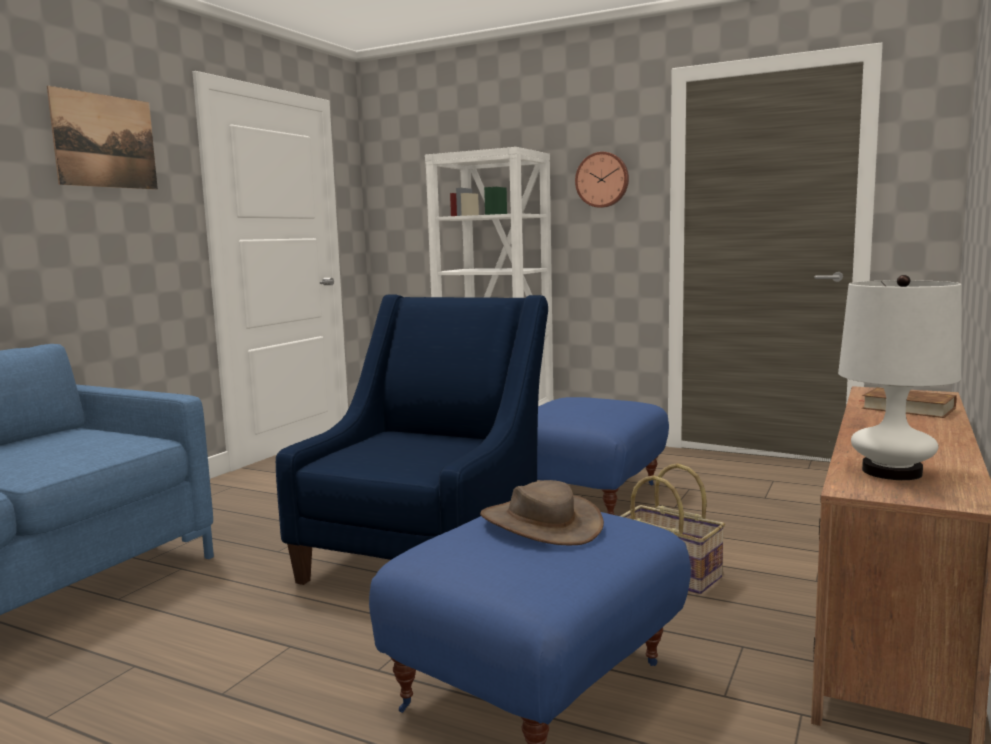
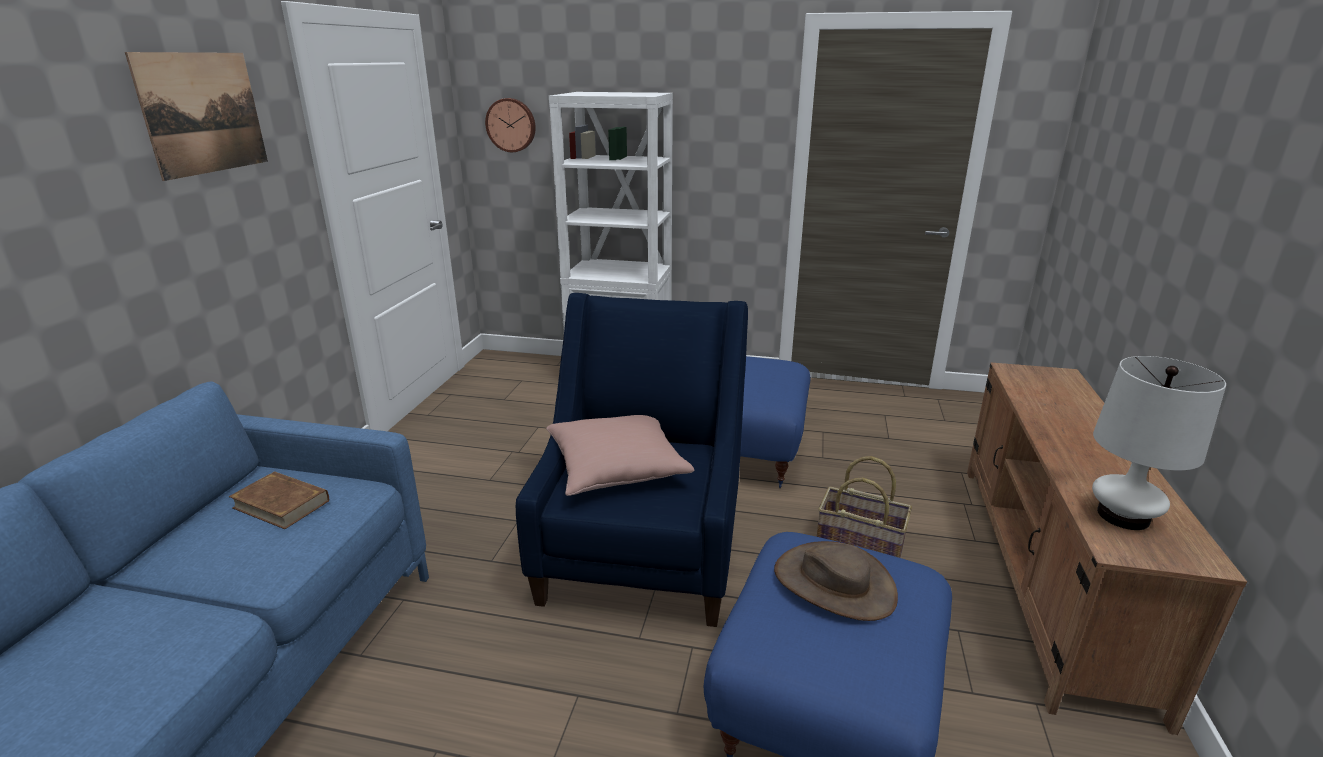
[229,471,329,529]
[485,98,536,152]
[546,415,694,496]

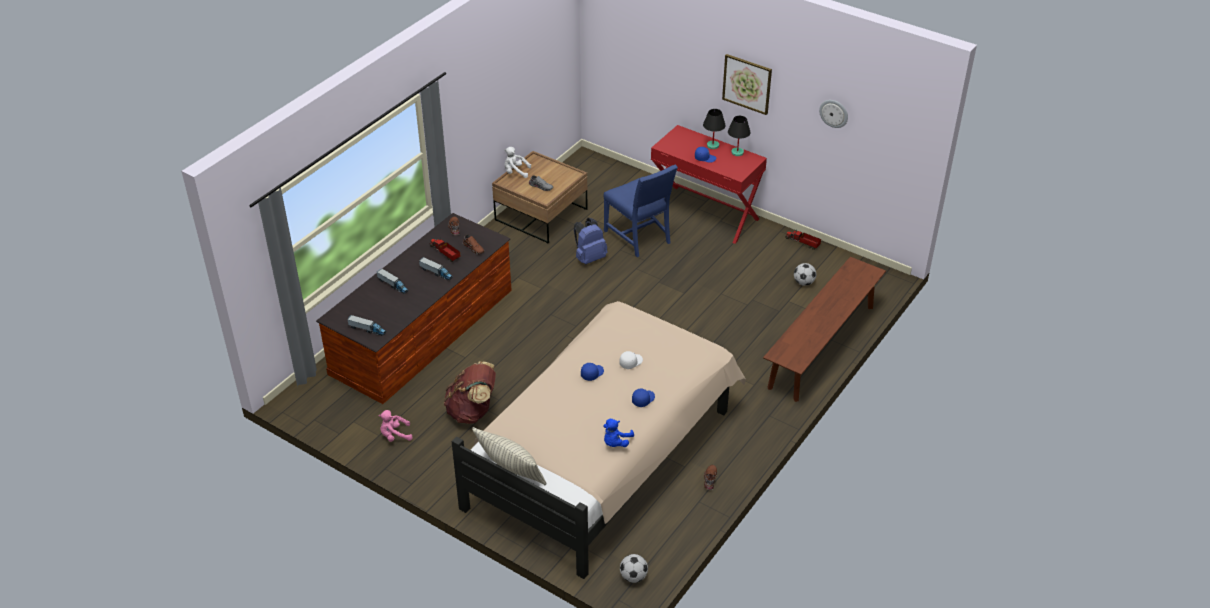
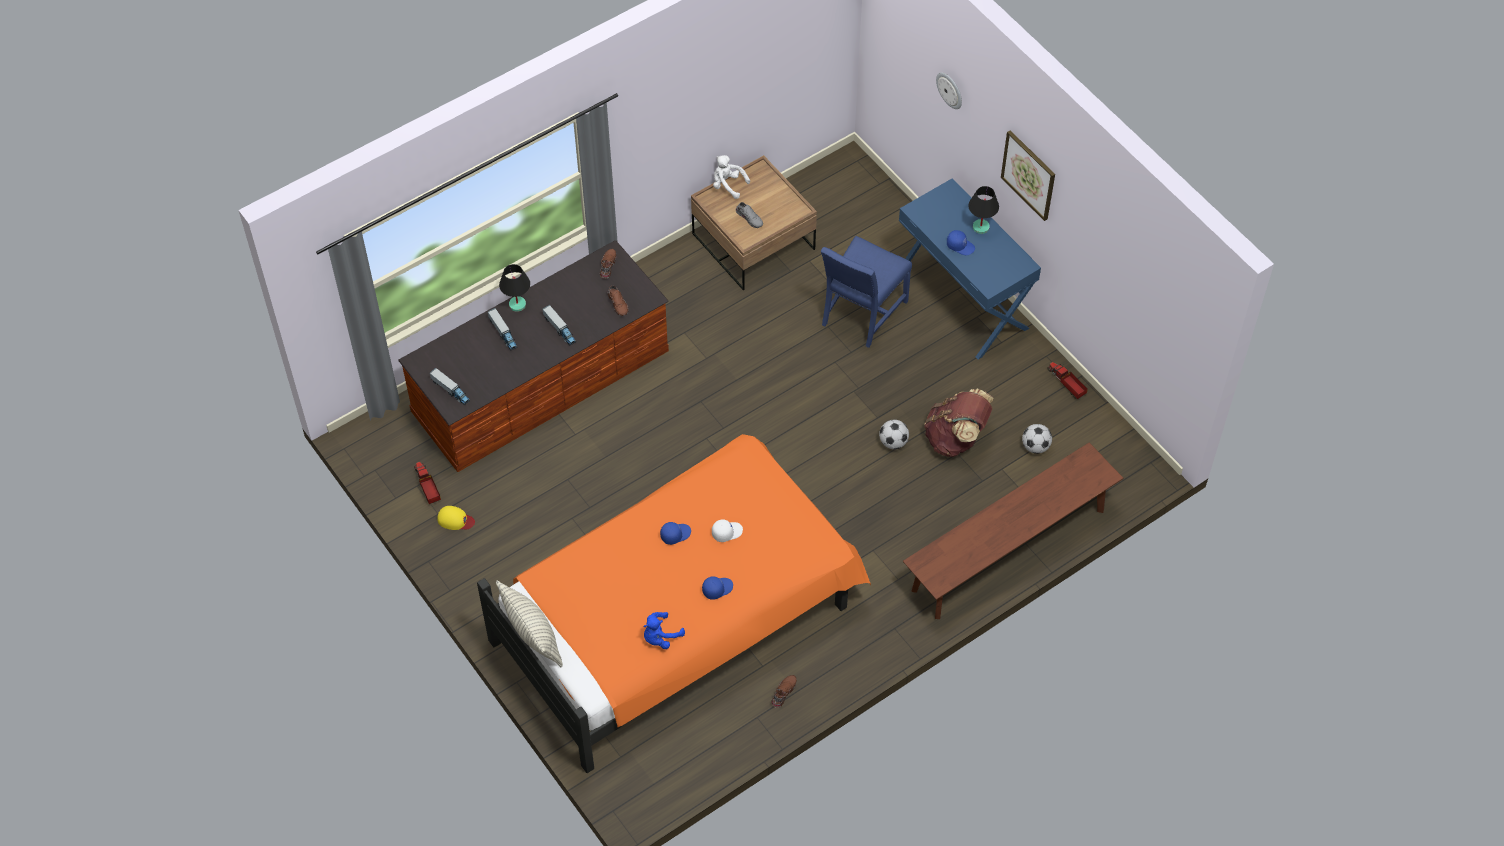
[414,462,441,504]
[437,506,475,530]
[477,434,871,773]
[499,264,530,312]
[821,236,912,348]
[879,420,909,449]
[899,178,1041,360]
[924,389,994,457]
[936,72,962,109]
[574,218,607,265] (first image)

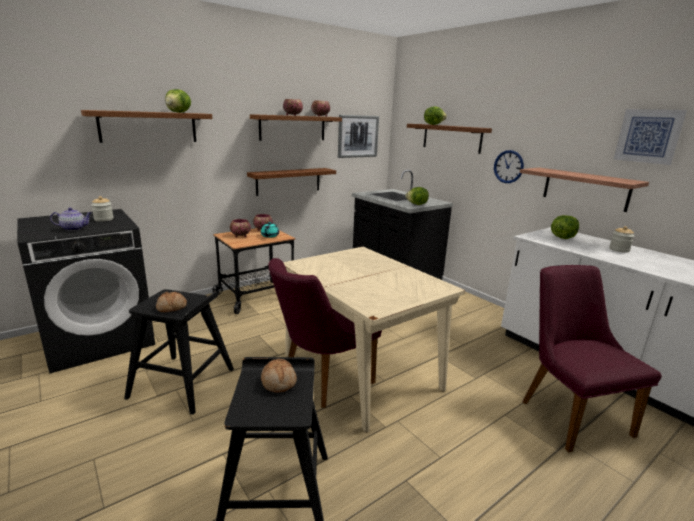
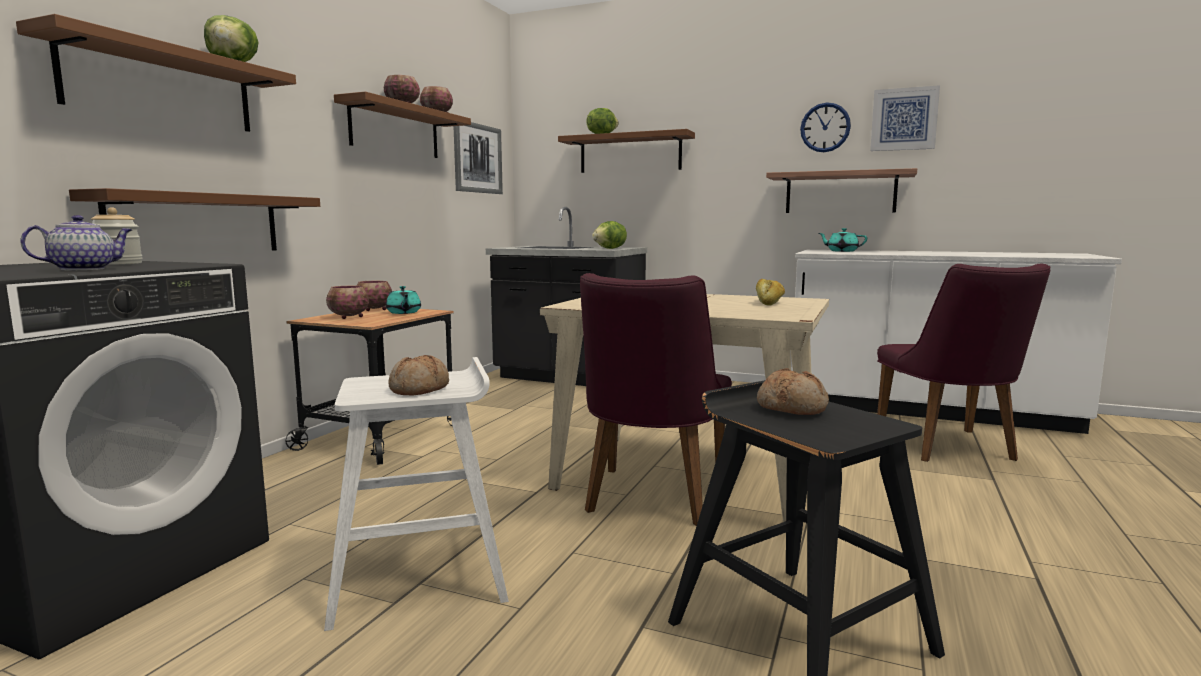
[69,188,320,251]
[324,357,509,631]
[756,279,785,306]
[800,102,851,152]
[818,228,867,252]
[877,264,1051,462]
[609,226,634,253] (first image)

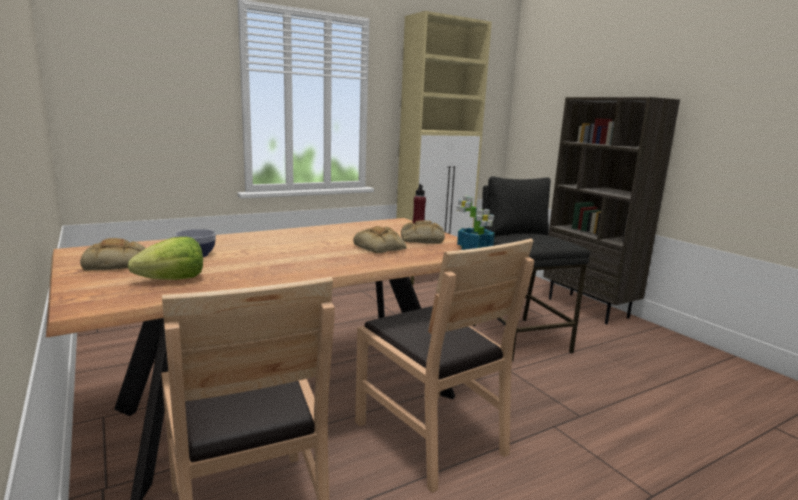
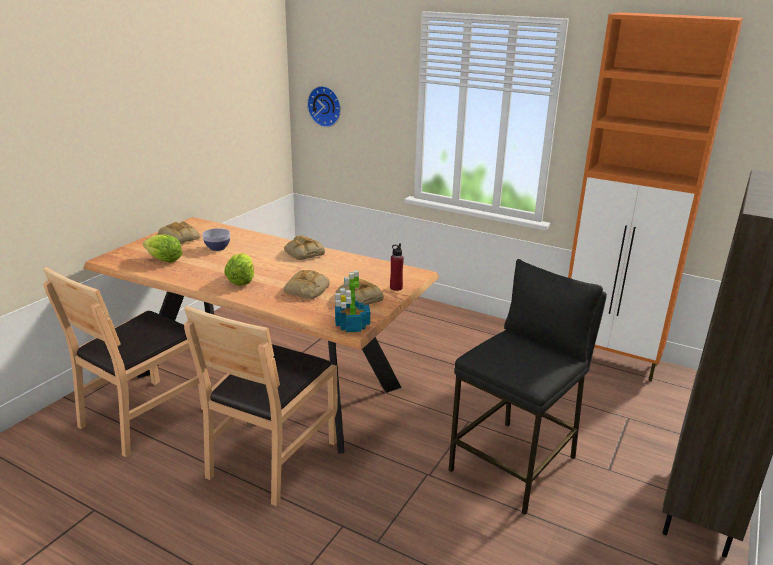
[224,253,254,286]
[284,235,325,260]
[307,86,341,127]
[568,12,743,381]

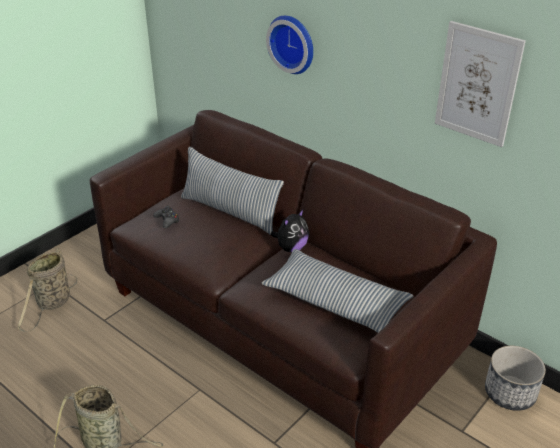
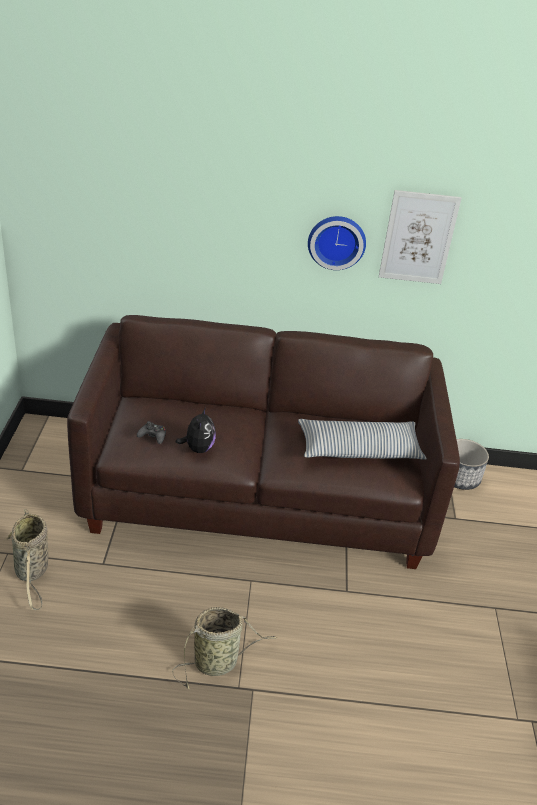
[176,407,216,453]
[308,216,366,270]
[181,147,284,234] (first image)

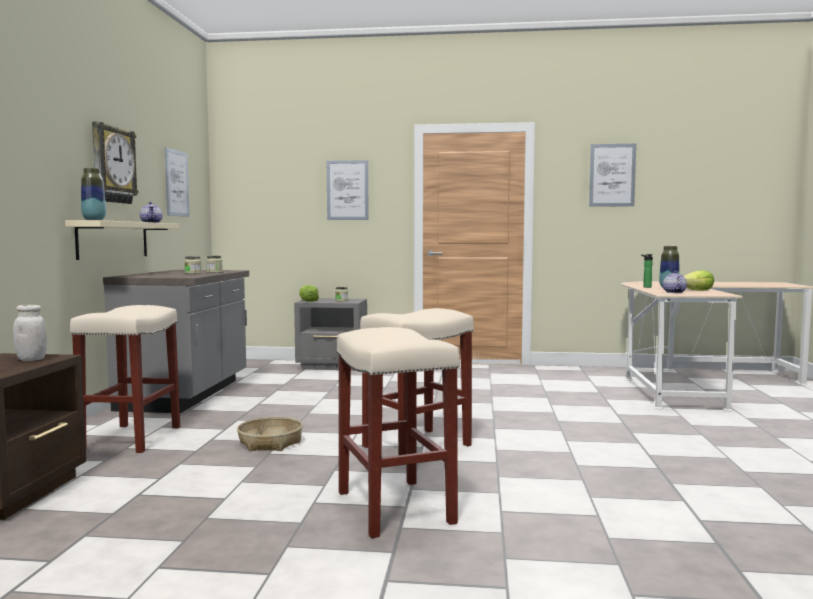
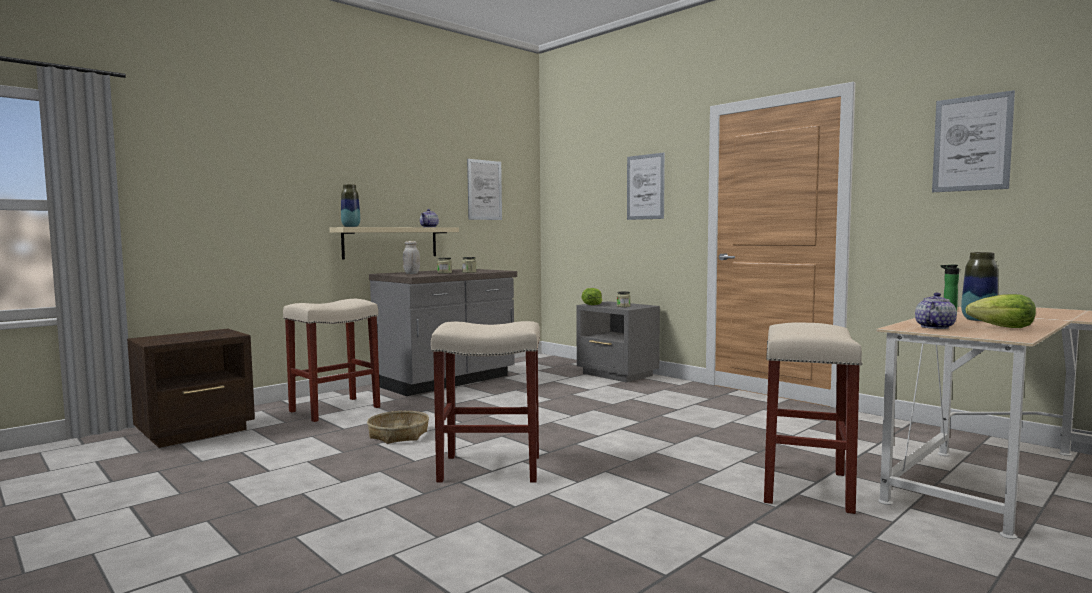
[403,241,420,274]
[764,322,863,514]
[92,122,139,204] (first image)

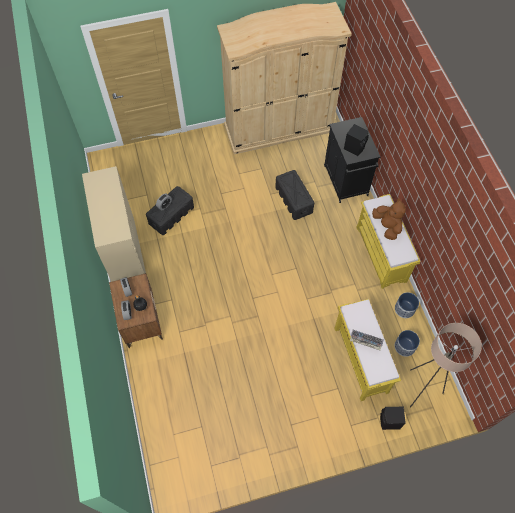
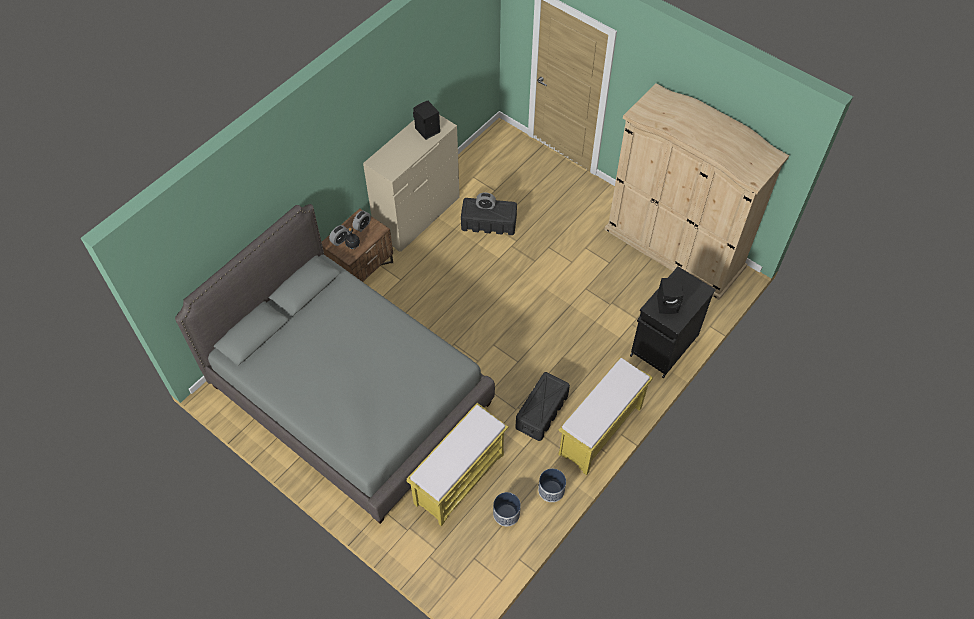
[175,204,495,524]
[413,101,440,140]
[516,372,570,441]
[350,330,384,350] (first image)
[372,198,406,240] (first image)
[410,323,482,407] (first image)

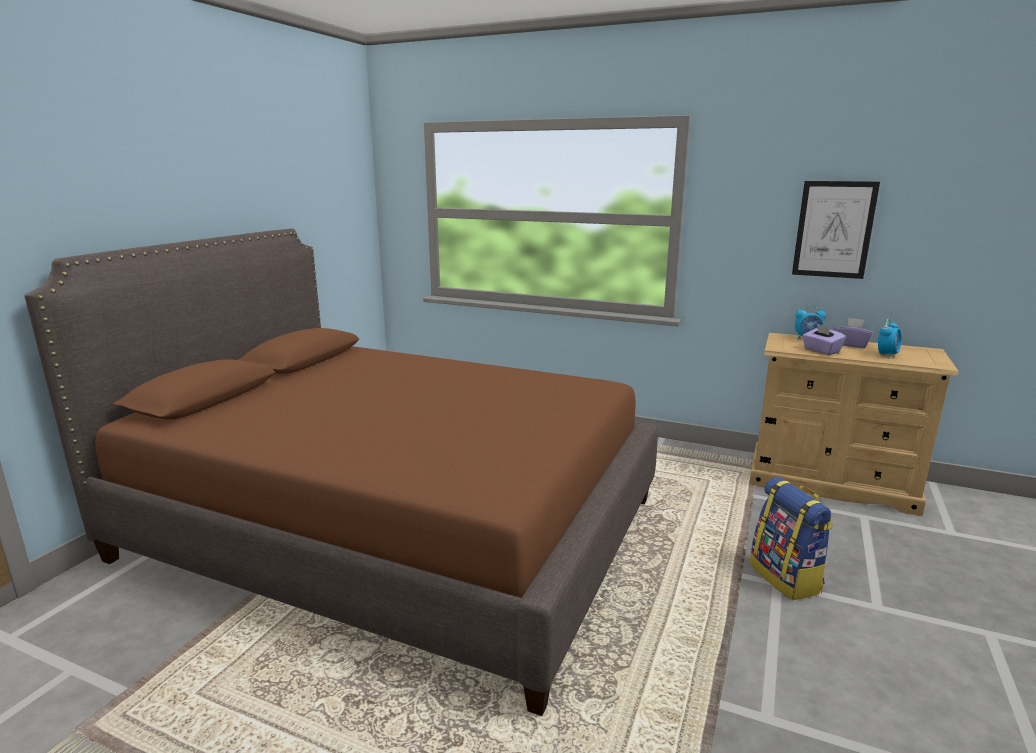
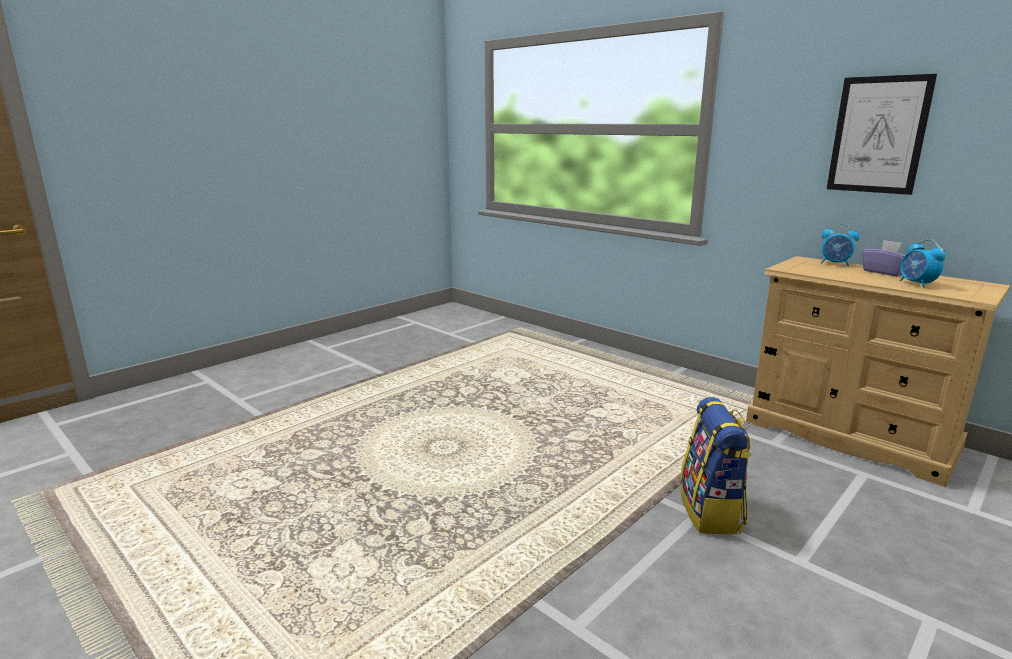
[900,239,946,288]
[24,228,658,716] (first image)
[802,324,846,355] (first image)

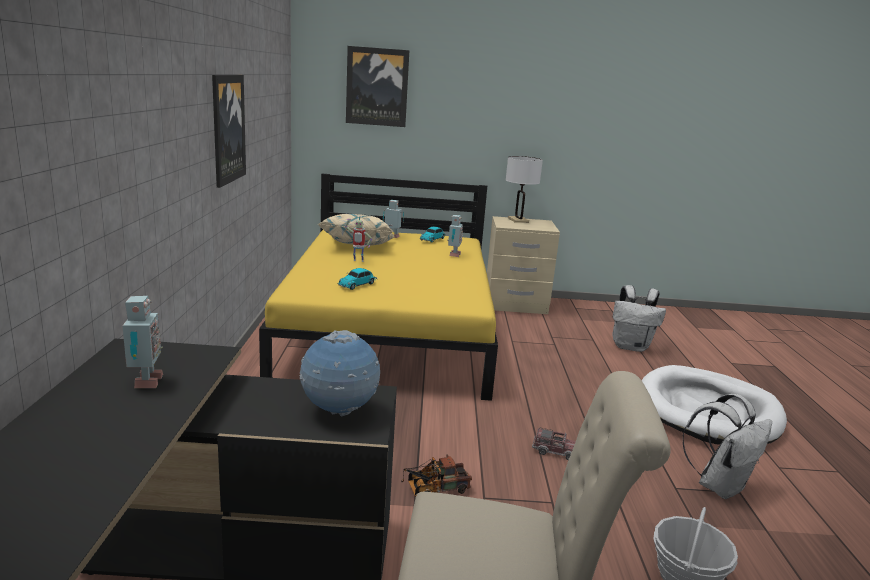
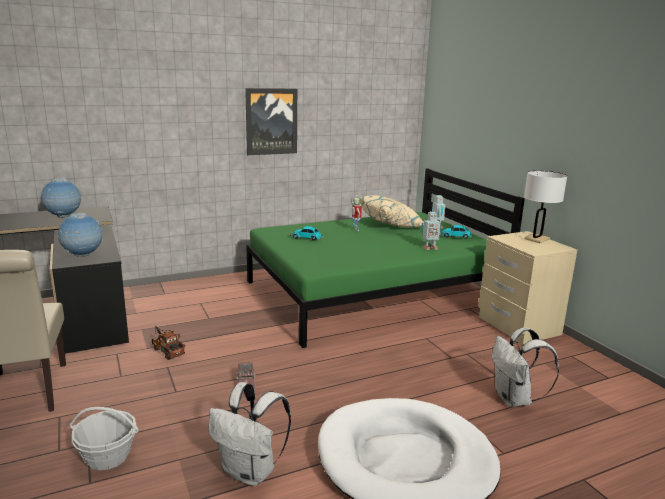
[41,178,81,218]
[246,168,525,348]
[346,46,409,127] (first image)

